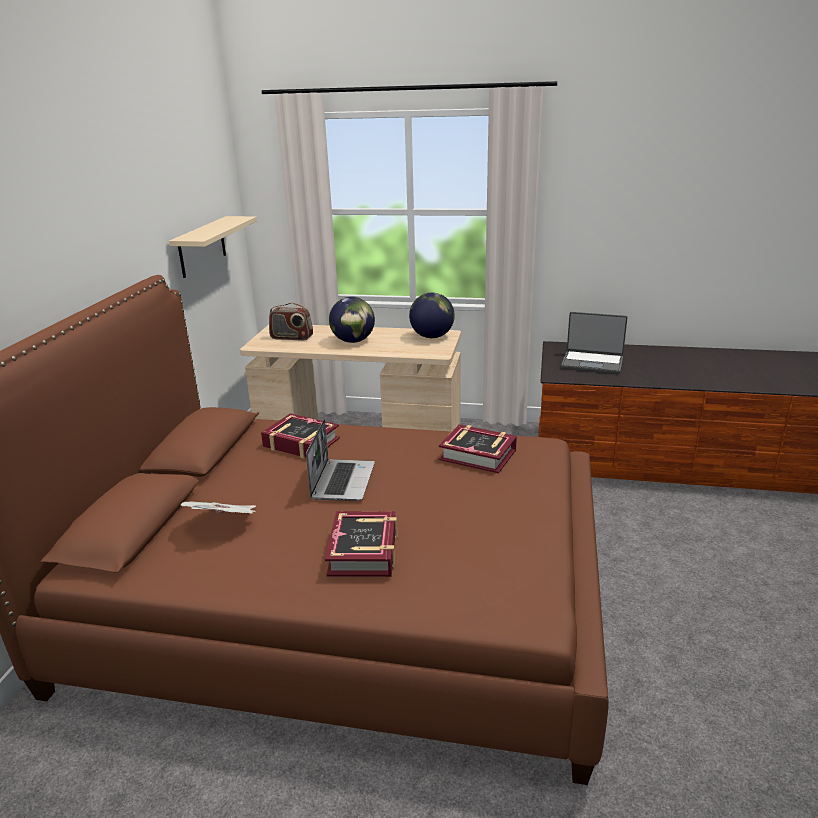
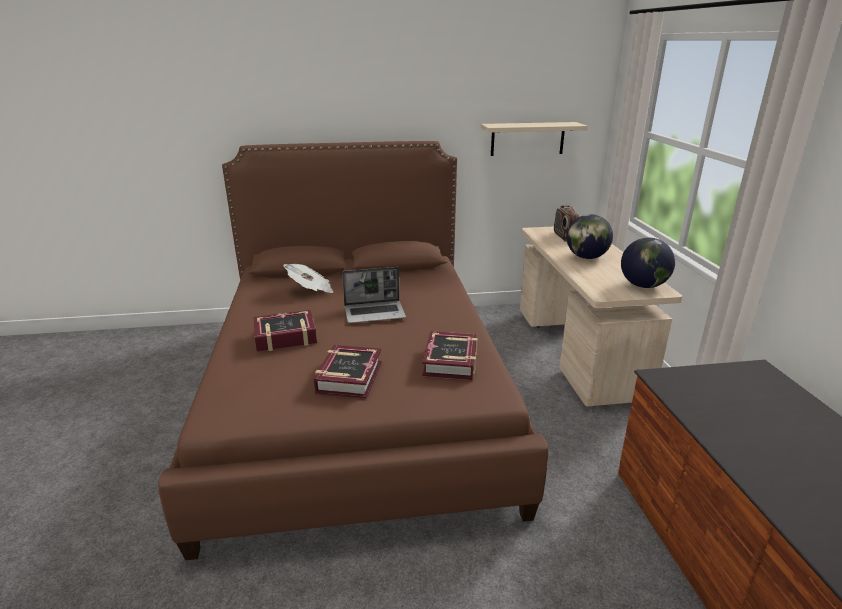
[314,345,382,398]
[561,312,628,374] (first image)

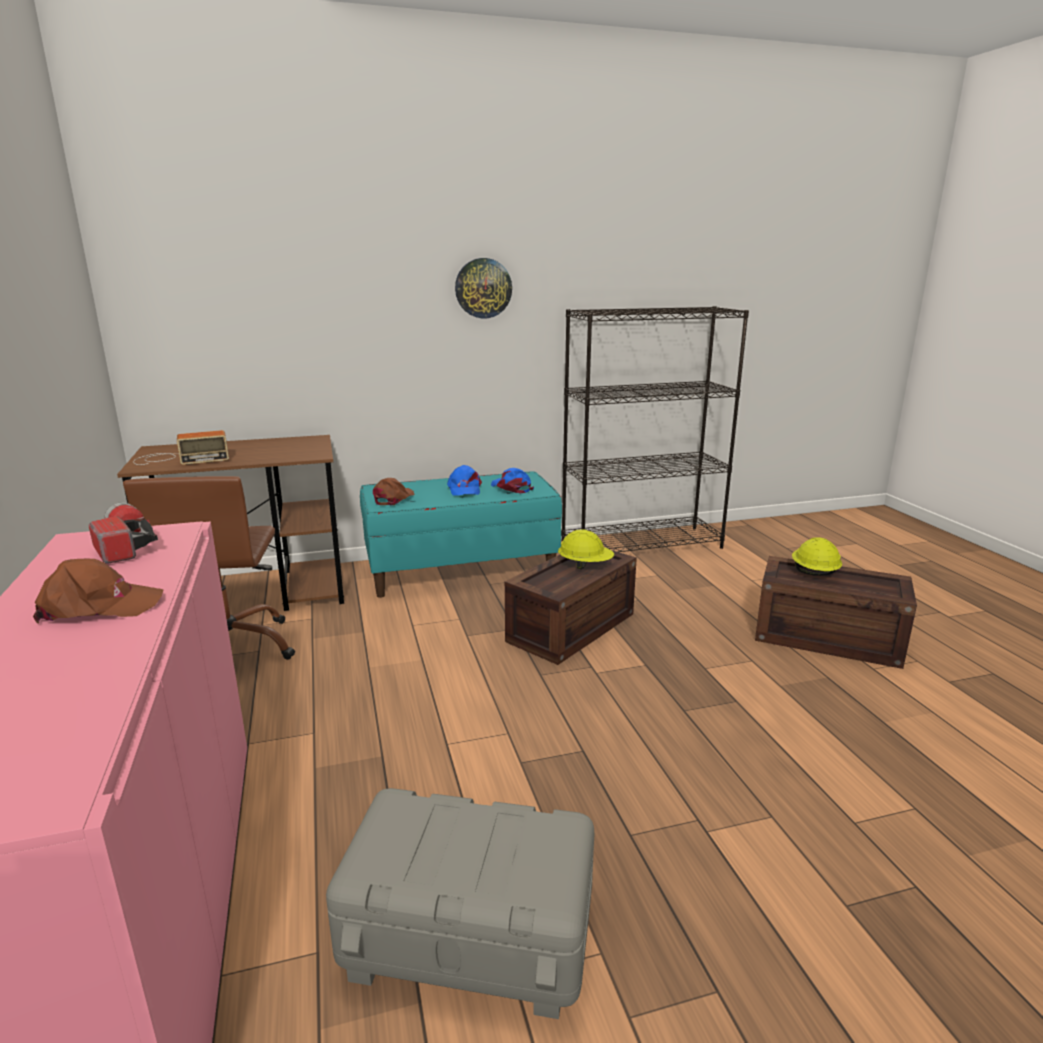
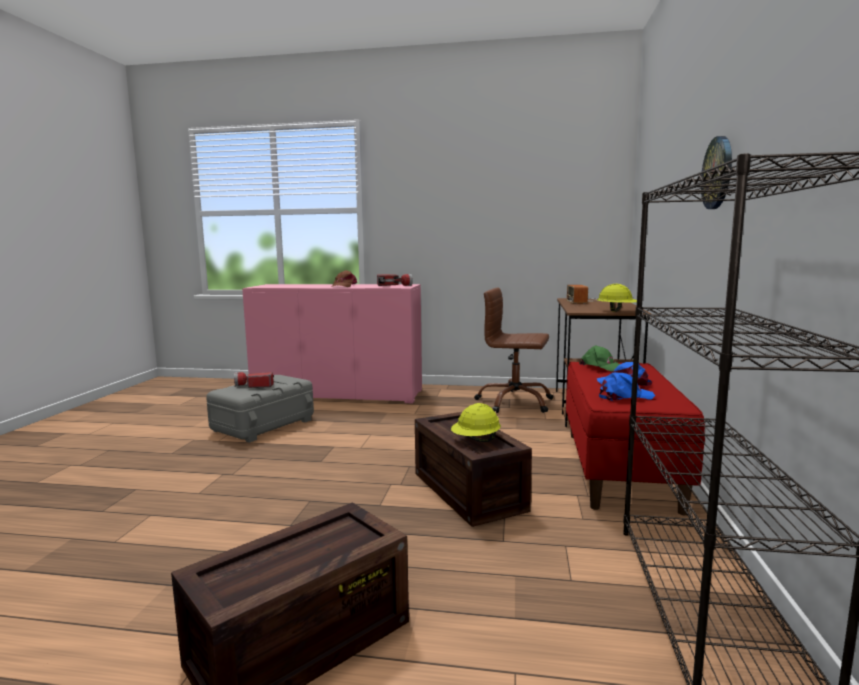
[234,372,274,388]
[566,362,705,515]
[579,345,620,372]
[597,284,637,312]

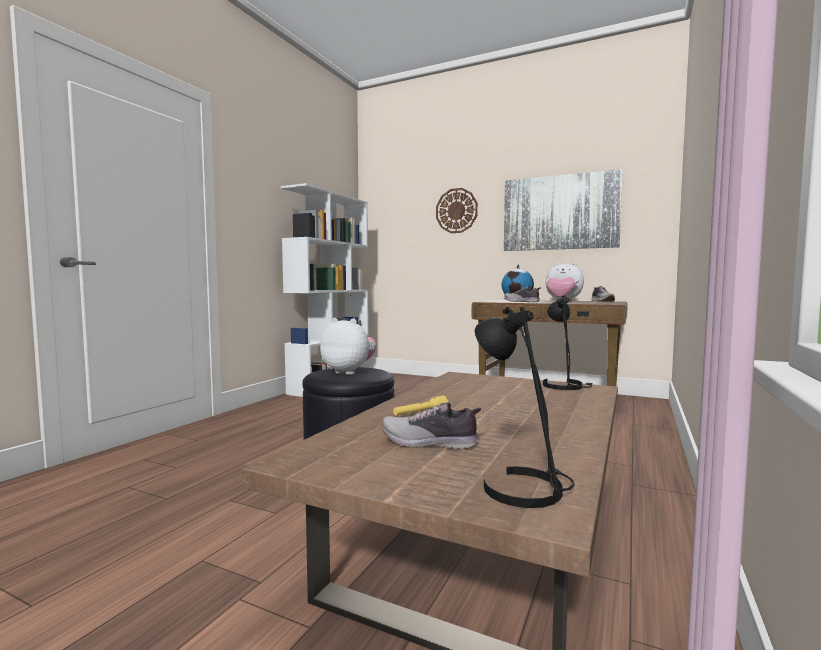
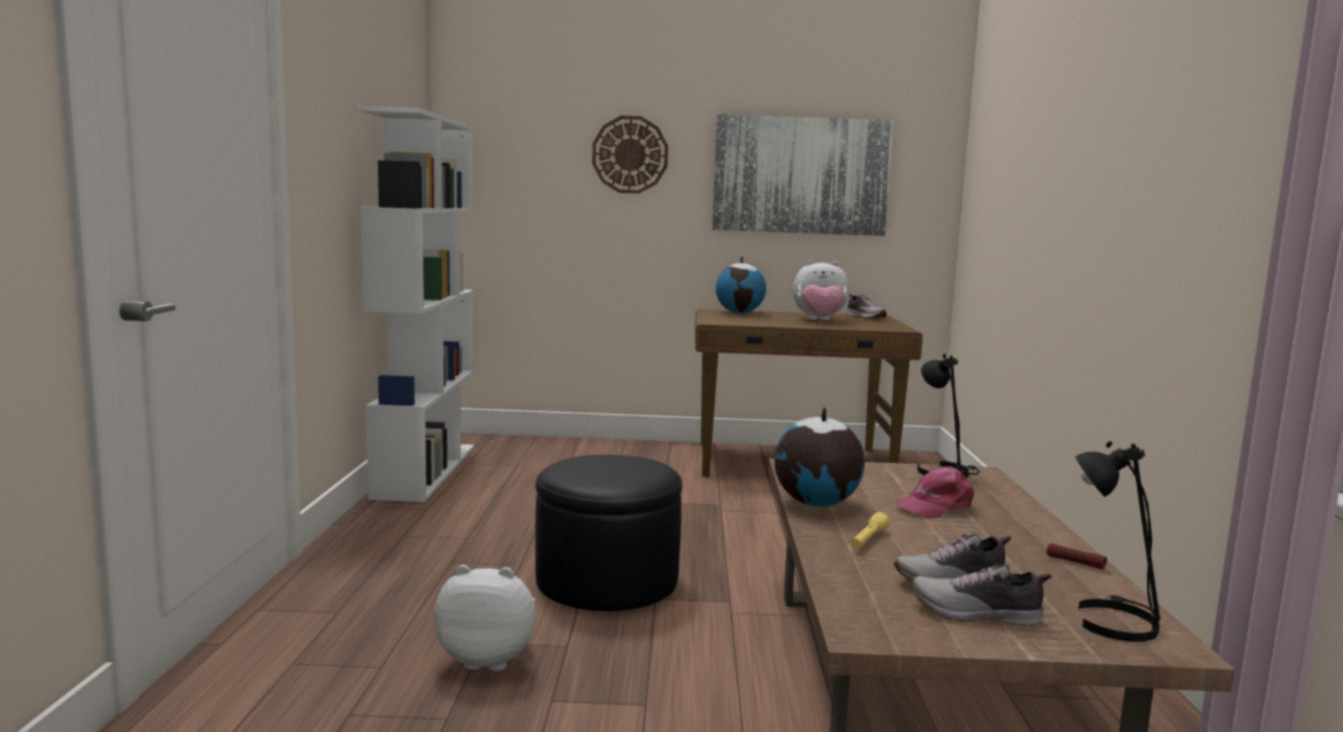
[434,565,536,671]
[775,406,865,507]
[895,466,974,519]
[912,564,1052,626]
[1047,543,1107,570]

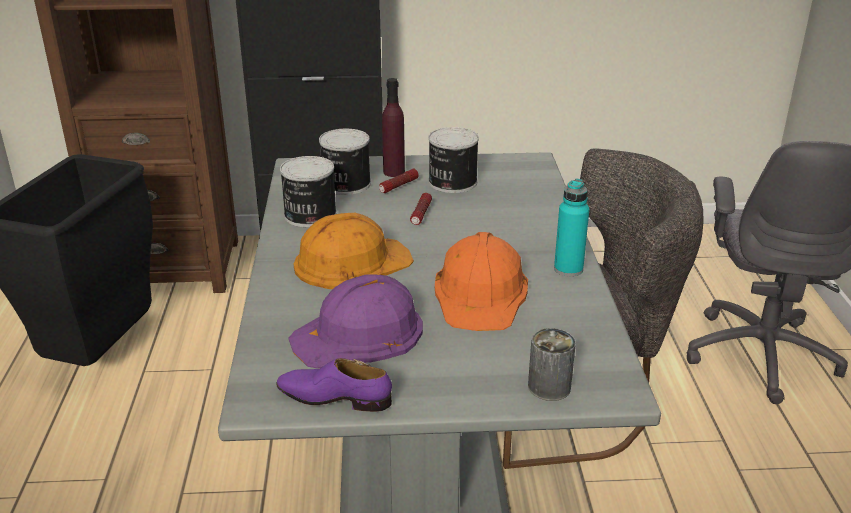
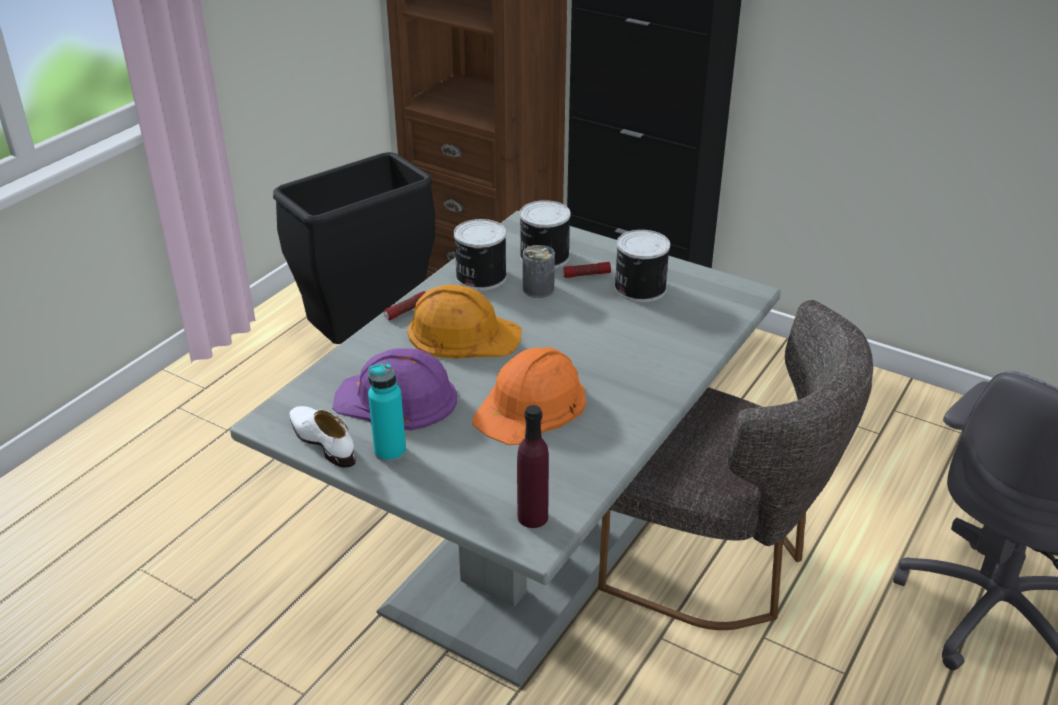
[290,406,356,468]
[368,363,406,462]
[384,291,426,320]
[517,405,549,528]
[523,245,555,298]

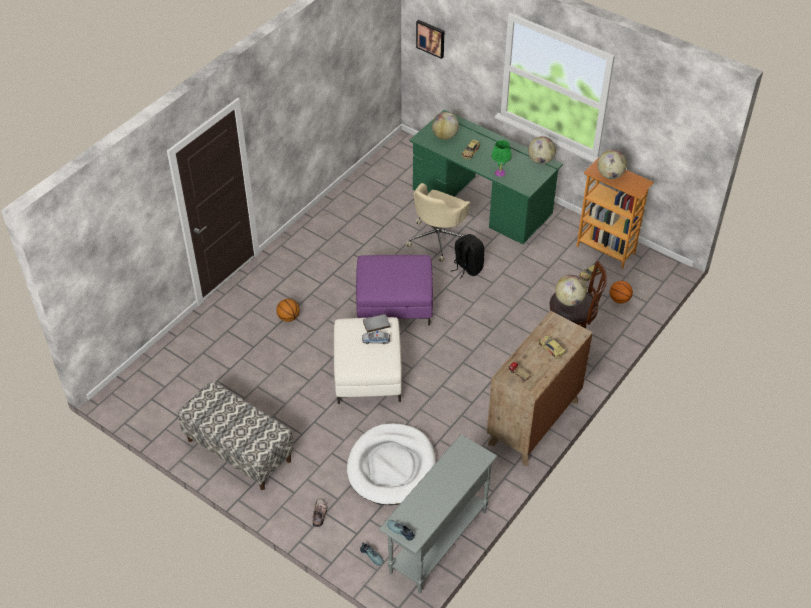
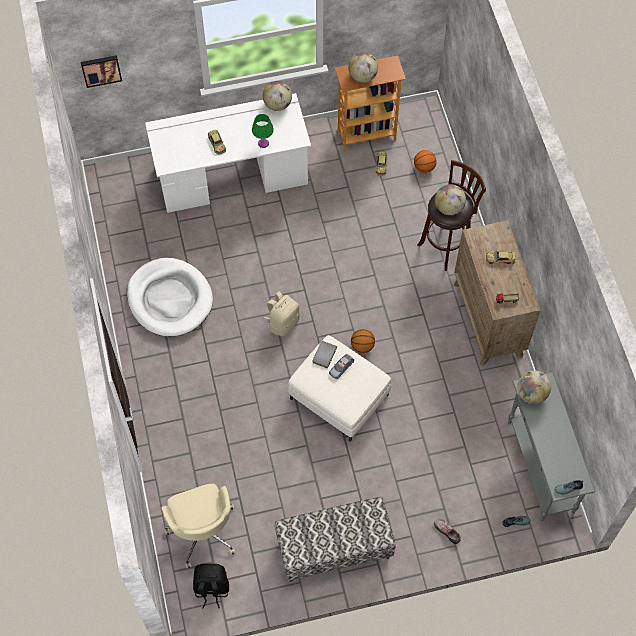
[127,258,213,337]
[145,93,311,213]
[161,484,236,568]
[193,564,229,609]
[264,291,300,336]
[351,329,375,353]
[517,370,551,404]

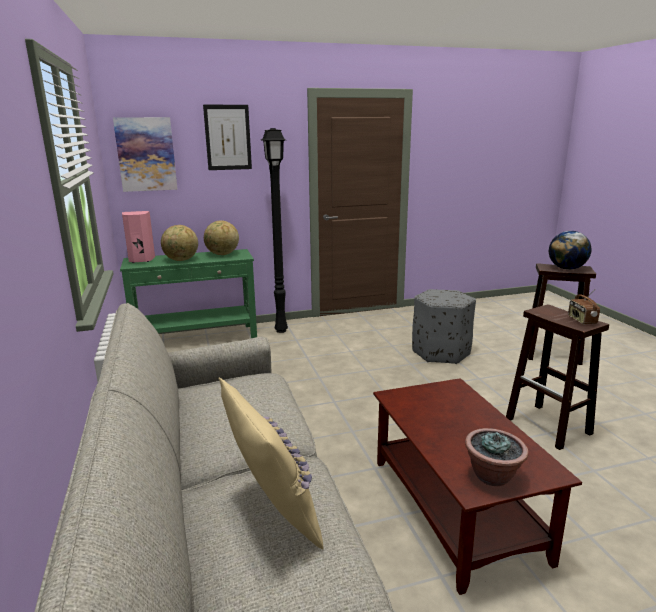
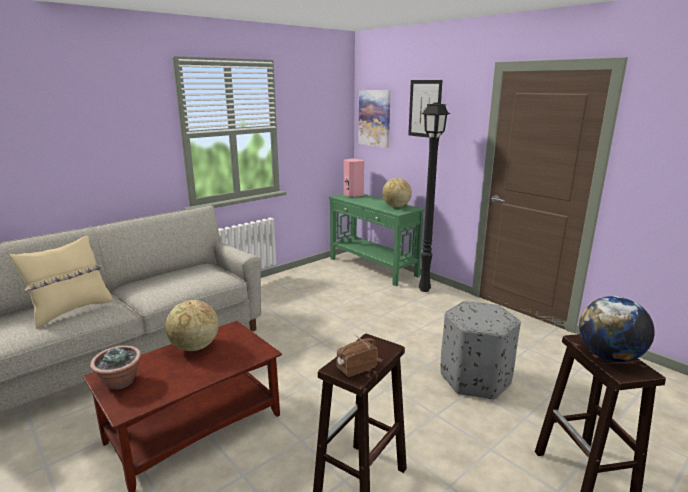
[165,300,219,351]

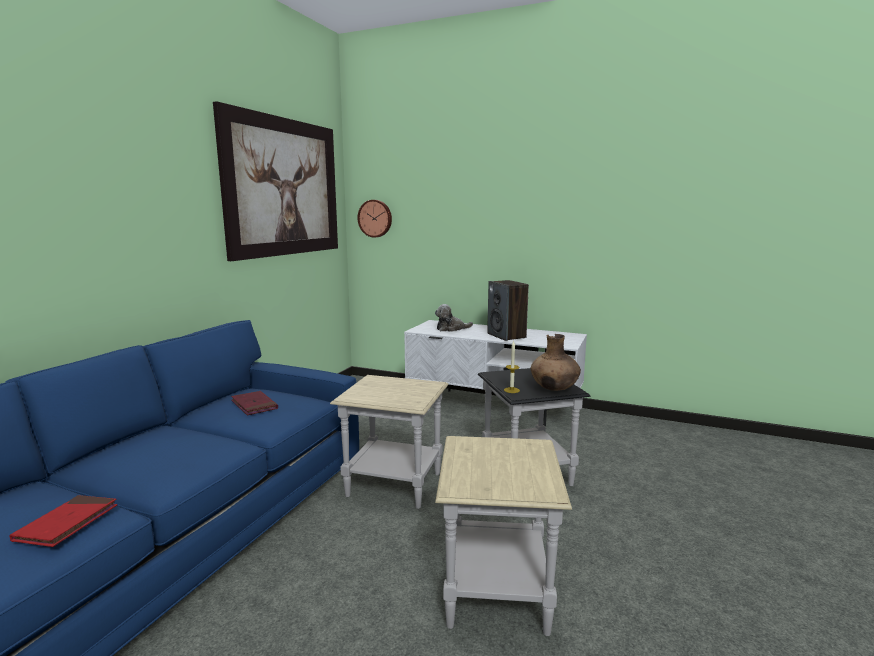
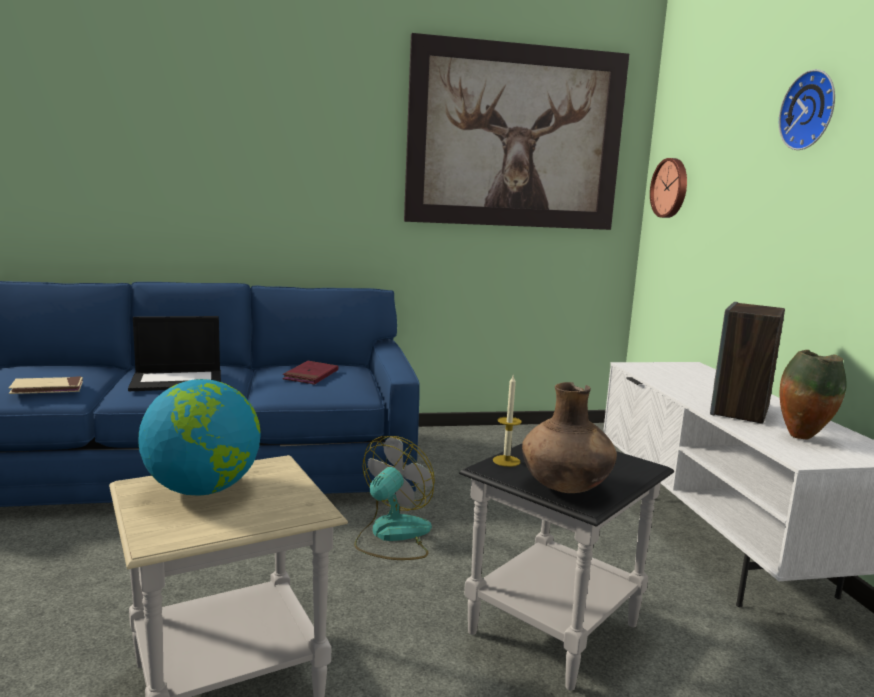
[9,376,83,394]
[128,316,221,391]
[138,379,261,496]
[354,436,435,560]
[779,69,835,150]
[780,350,847,440]
[435,304,473,332] (first image)

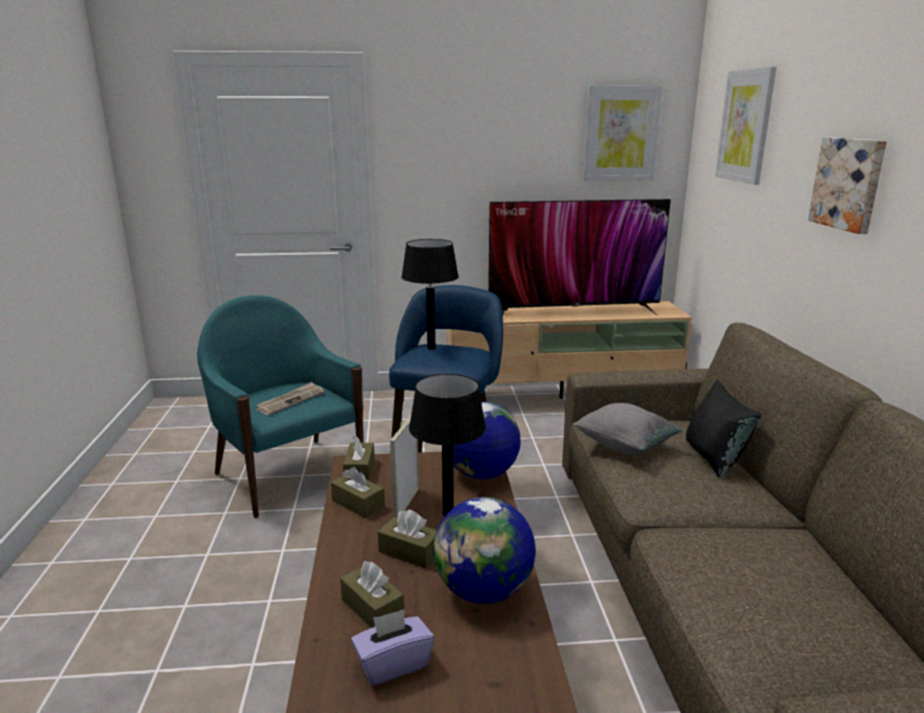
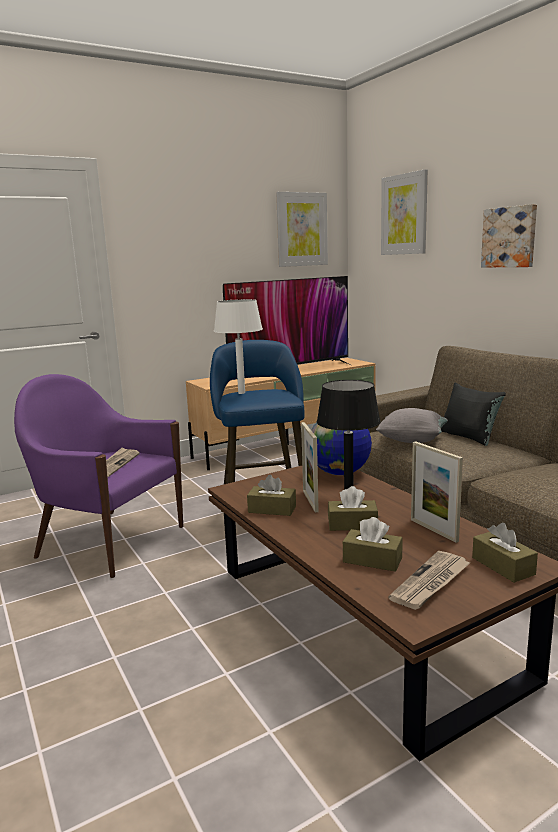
[14,374,183,578]
[214,299,263,394]
[388,551,470,610]
[411,441,463,543]
[472,523,538,583]

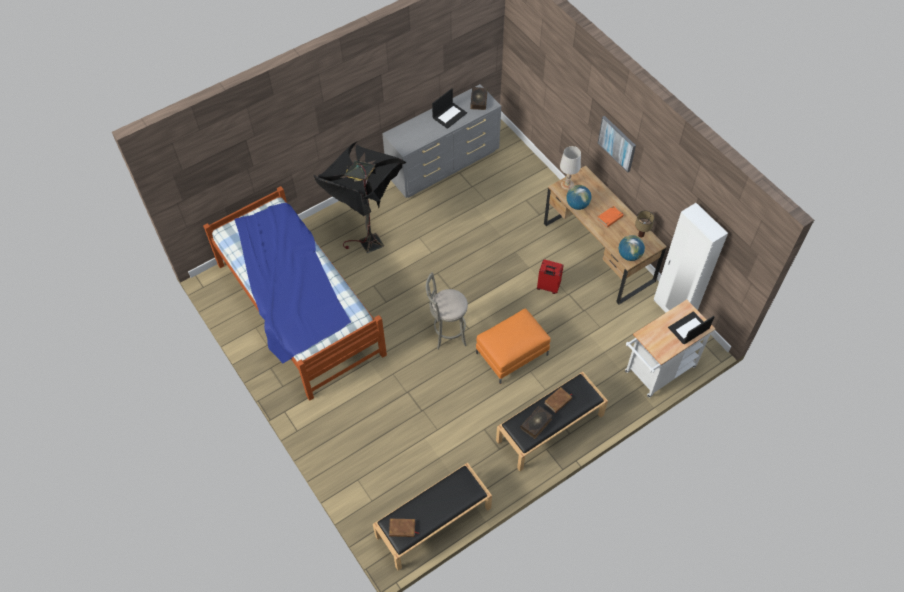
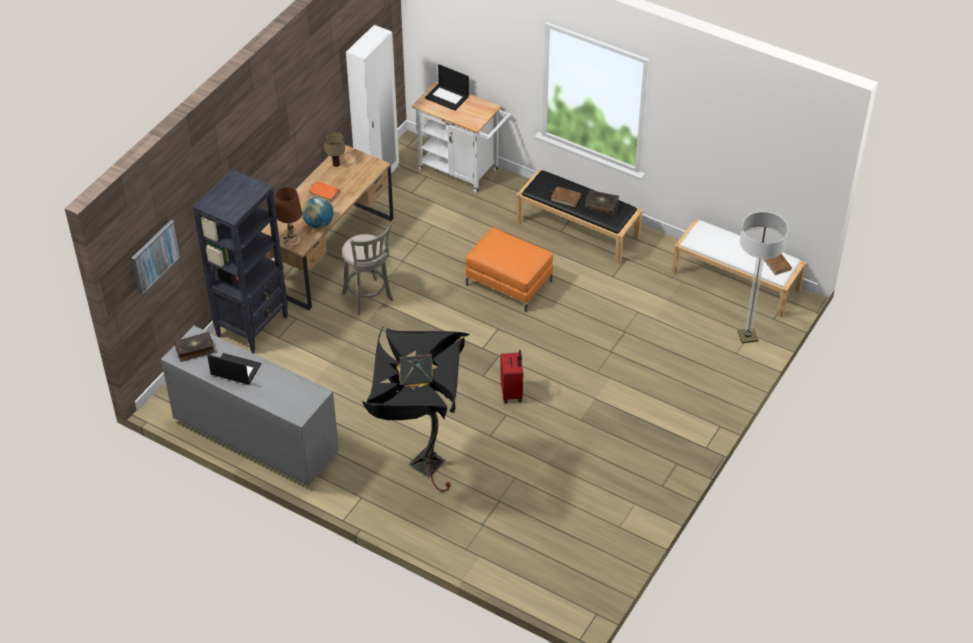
[131,220,181,295]
[193,169,288,354]
[275,187,302,246]
[342,224,394,315]
[500,350,523,404]
[672,219,806,318]
[738,211,788,343]
[203,186,387,401] (first image)
[619,235,645,261] (first image)

